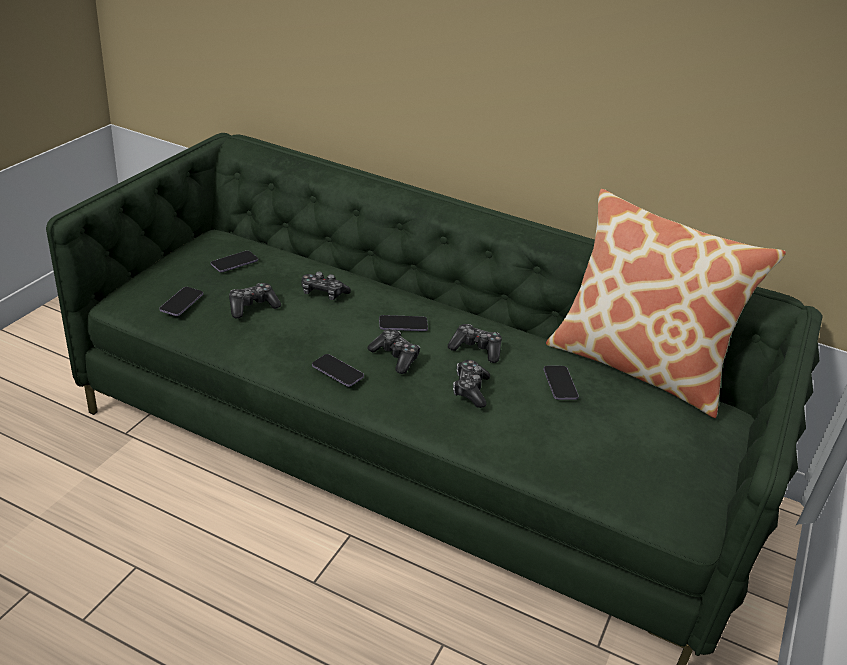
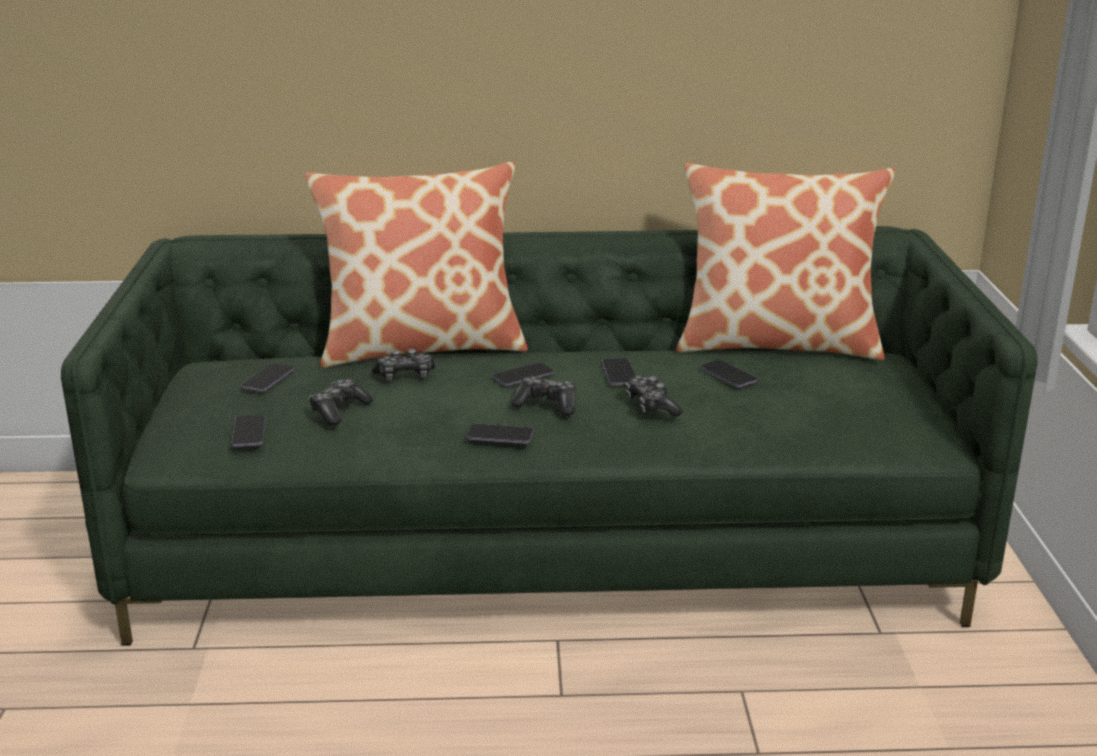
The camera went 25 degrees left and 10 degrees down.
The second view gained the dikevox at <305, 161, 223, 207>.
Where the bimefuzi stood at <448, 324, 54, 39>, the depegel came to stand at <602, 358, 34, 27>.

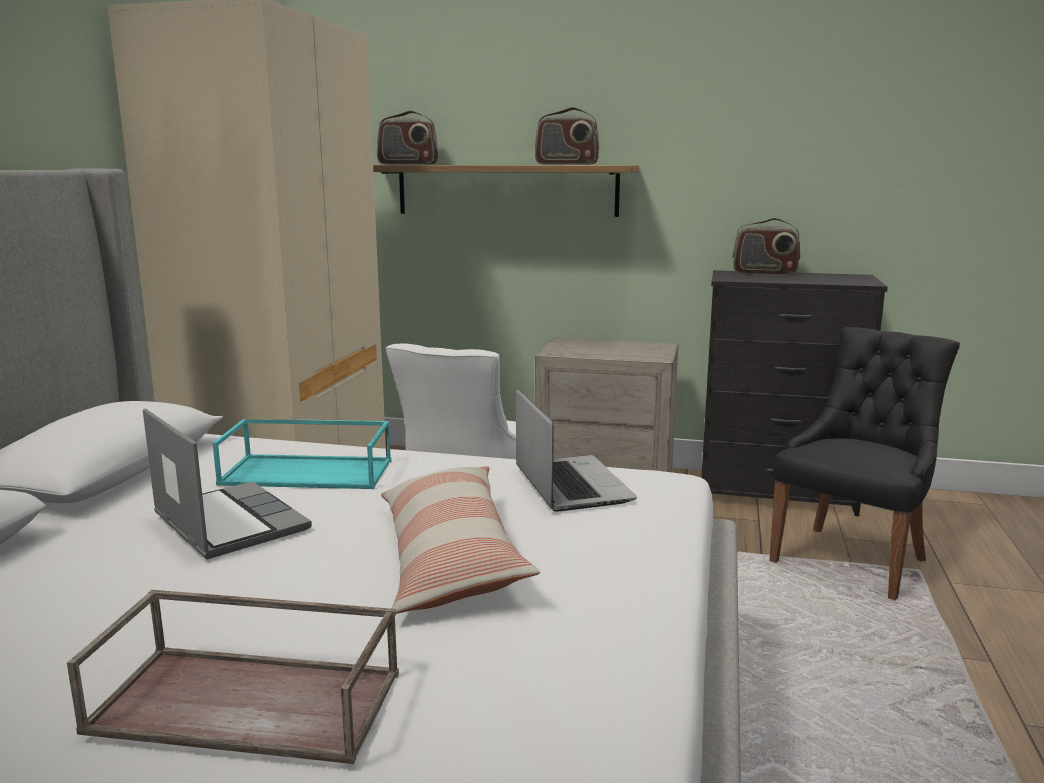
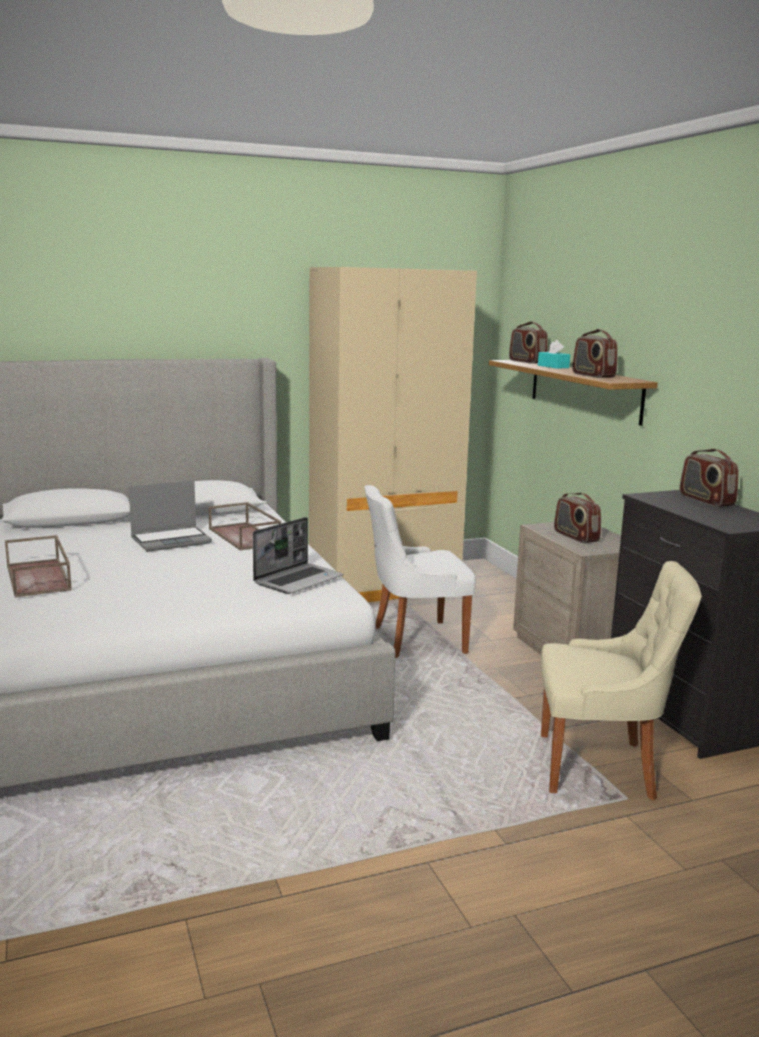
The camera went 55 degrees right and 0 degrees up.
The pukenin at <143, 408, 169, 151> ended up facing another way, 45 degrees clockwise from before.
What was the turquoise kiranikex at <213, 418, 179, 71> turned into the brown kiranikex at <209, 502, 72, 49>.
The second view gained the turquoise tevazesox at <538, 340, 32, 29>.
What was the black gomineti at <770, 327, 190, 273> turned into the beige gomineti at <541, 561, 161, 239>.
The second view gained the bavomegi at <554, 492, 47, 51>.
The second view lost the dikevox at <381, 466, 159, 148>.

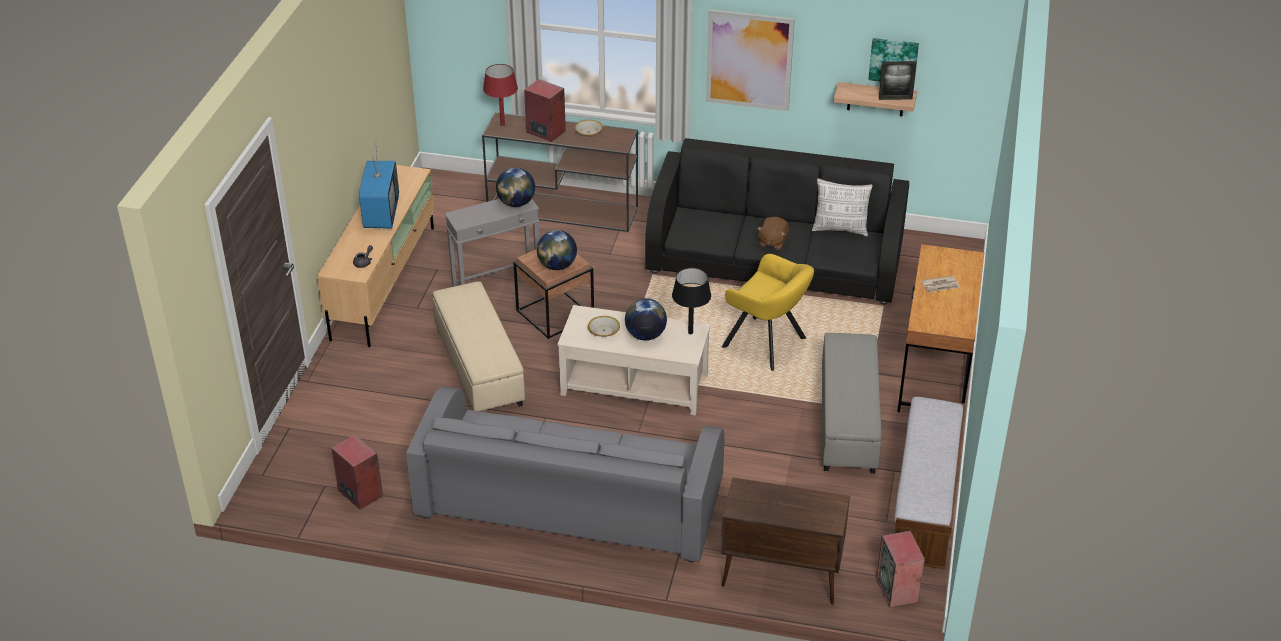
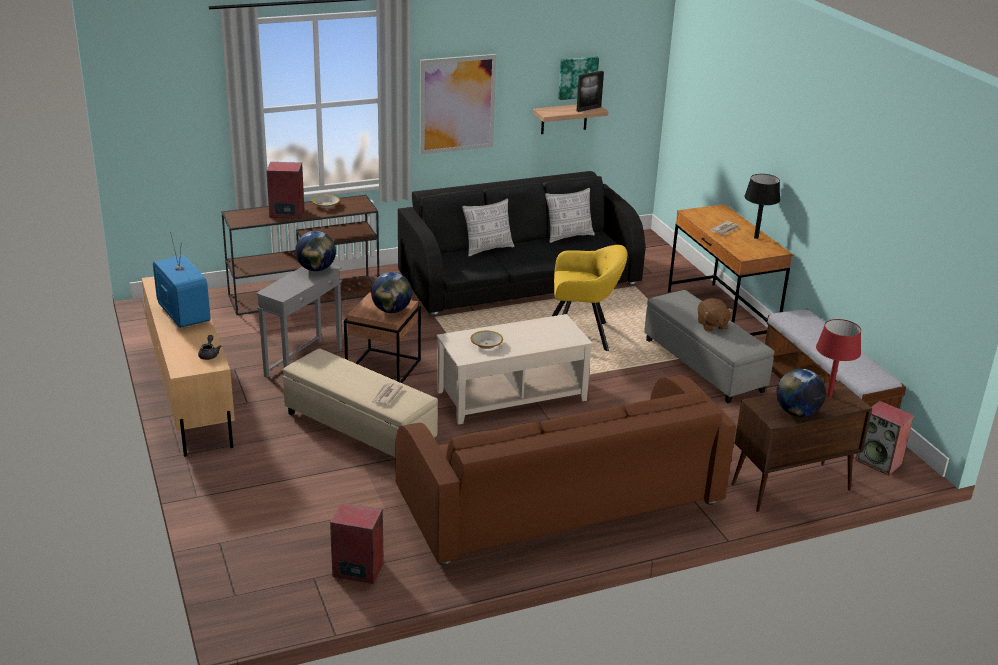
The camera went 35 degrees left and 10 degrees down.
The second view gained the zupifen at <371, 383, 32, 22>.
What was the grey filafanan at <406, 386, 318, 177> turned into the brown filafanan at <395, 375, 341, 191>.
The second view gained the dikevox at <462, 199, 52, 57>.
The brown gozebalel ended up elsewhere, having gone from <757, 217, 32, 33> to <697, 298, 36, 33>.
The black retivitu ended up elsewhere, having gone from <672, 268, 39, 66> to <744, 174, 36, 65>.
The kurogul ended up elsewhere, having gone from <625, 298, 42, 43> to <776, 369, 50, 48>.
The red retivitu ended up elsewhere, having gone from <483, 64, 35, 62> to <816, 319, 45, 78>.

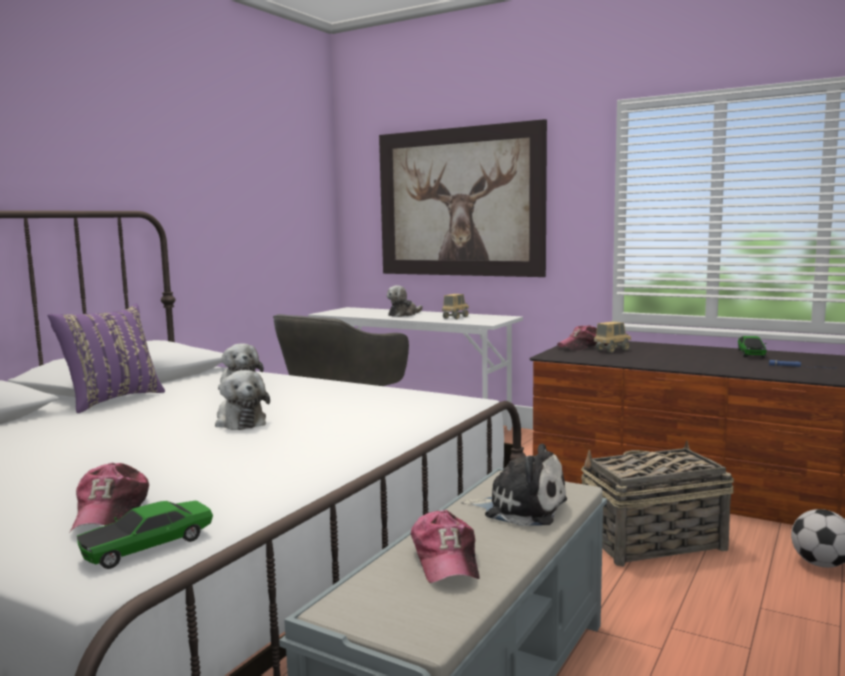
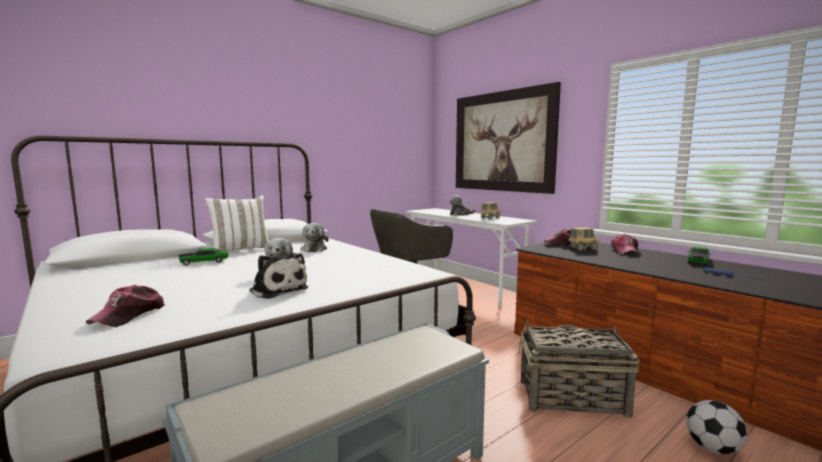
The camera went 20 degrees right and 0 degrees up.
The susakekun ended up elsewhere, having gone from <77, 501, 136, 68> to <179, 248, 50, 18>.
What was the purple dikevox at <48, 303, 117, 110> turned into the white dikevox at <205, 195, 64, 56>.
The gozebalel ended up elsewhere, having gone from <461, 444, 106, 82> to <249, 253, 59, 46>.
The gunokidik ended up elsewhere, having gone from <411, 510, 69, 73> to <611, 234, 29, 20>.

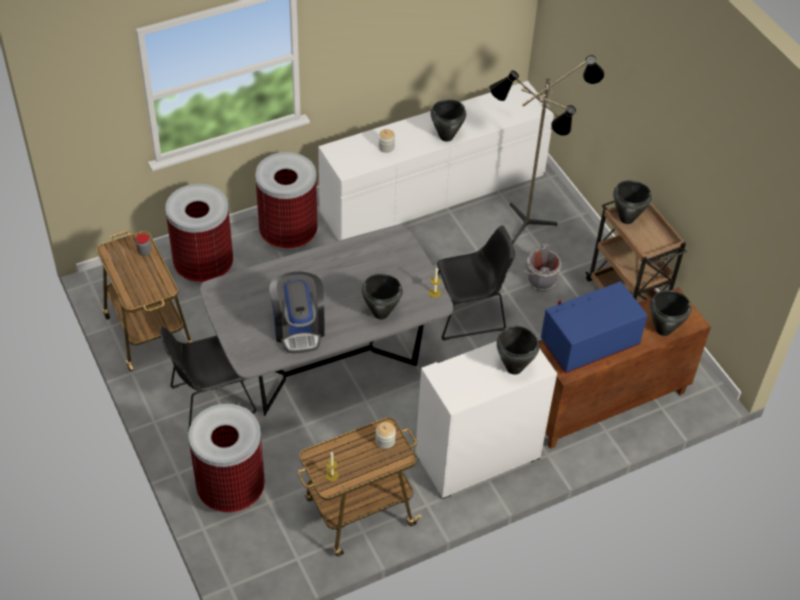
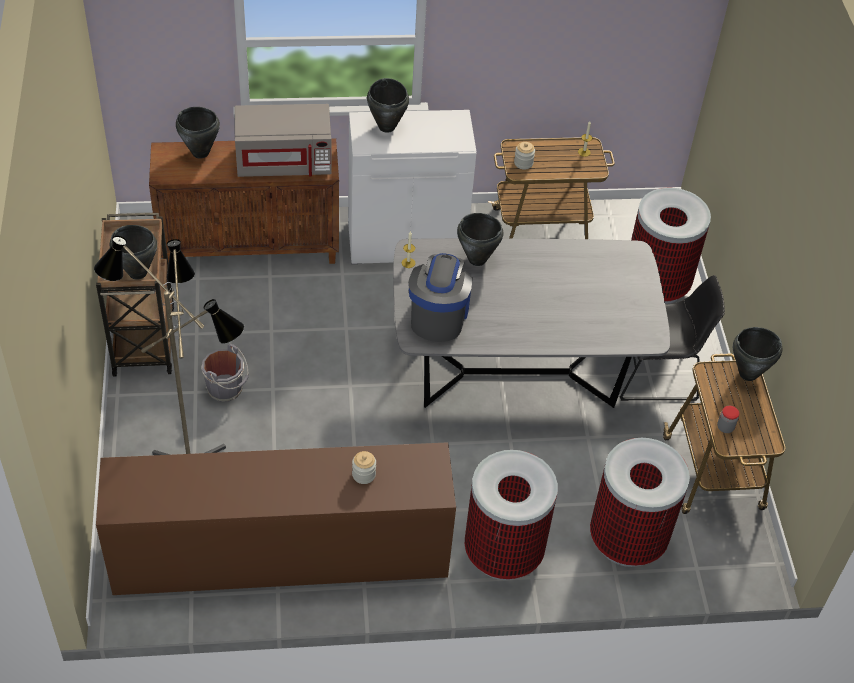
The camera went 160 degrees left and 0 degrees up.
What was the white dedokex at <318, 81, 236, 160> turned into the brown dedokex at <96, 442, 360, 153>.
What was the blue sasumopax at <541, 281, 107, 93> turned into the grey sasumopax at <235, 104, 97, 73>.
The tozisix ended up elsewhere, having gone from <269, 272, 56, 81> to <408, 253, 65, 89>.
The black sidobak ended up elsewhere, having gone from <431, 100, 35, 42> to <733, 327, 49, 54>.
The second view lost the black gomineti at <437, 225, 78, 115>.

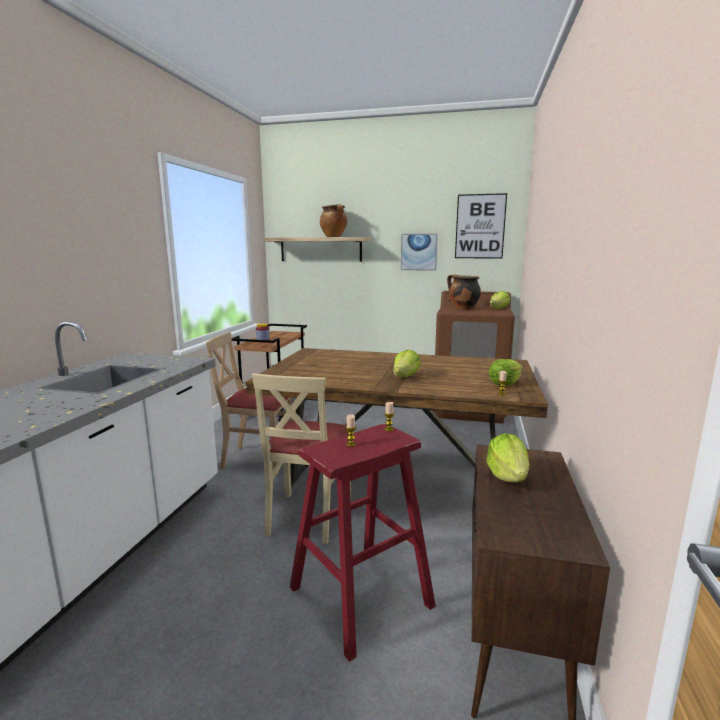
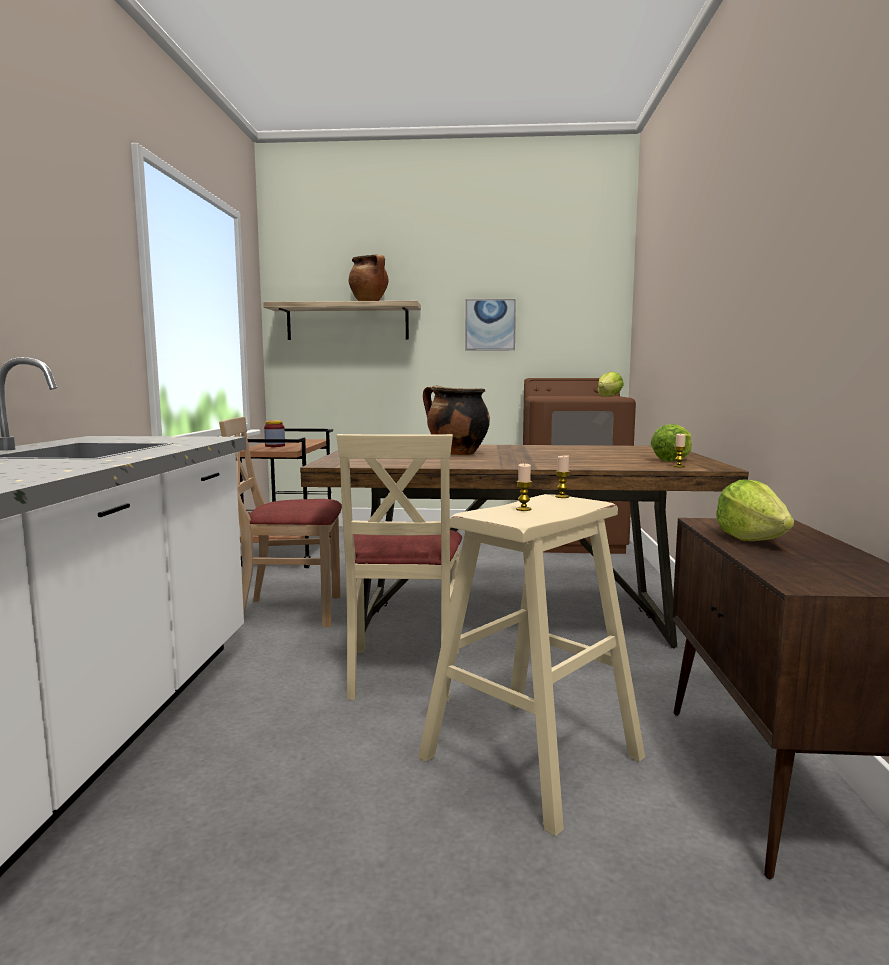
The camera went 10 degrees left and 5 degrees down.
What was the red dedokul at <290, 424, 146, 238> turned into the beige dedokul at <418, 494, 227, 342>.
The sidobak ended up elsewhere, having gone from <447, 274, 34, 36> to <423, 385, 67, 70>.
The second view lost the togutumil at <393, 350, 28, 27>.
The second view lost the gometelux at <455, 193, 52, 66>.

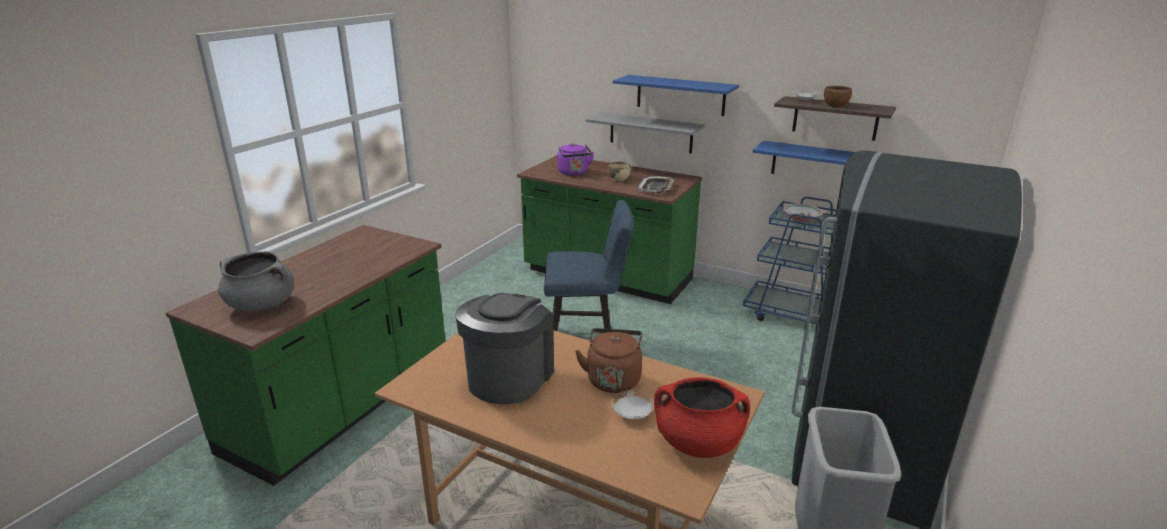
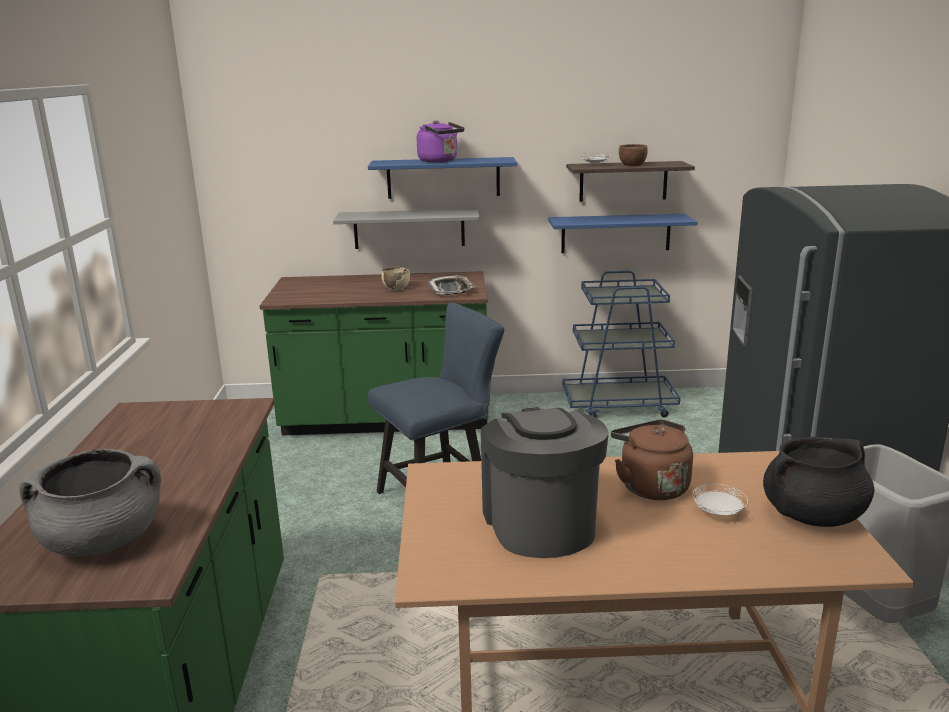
The camera went 30 degrees left and 5 degrees down.
The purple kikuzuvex ended up elsewhere, having gone from <557, 143, 37, 33> to <417, 120, 48, 42>.
What was the red sidobak at <654, 377, 96, 81> turned into the black sidobak at <763, 437, 111, 90>.
The second view lost the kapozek at <783, 204, 40, 19>.

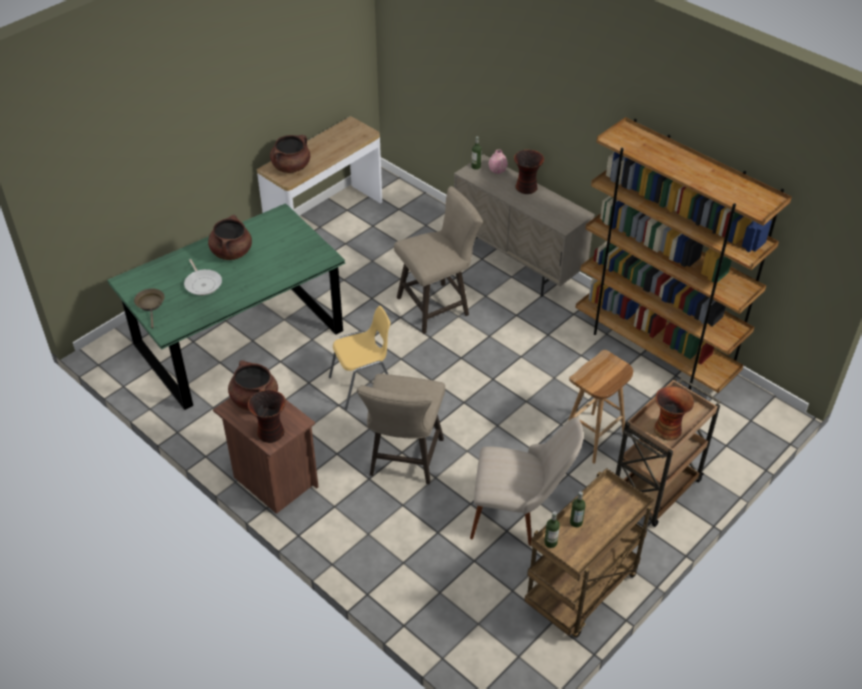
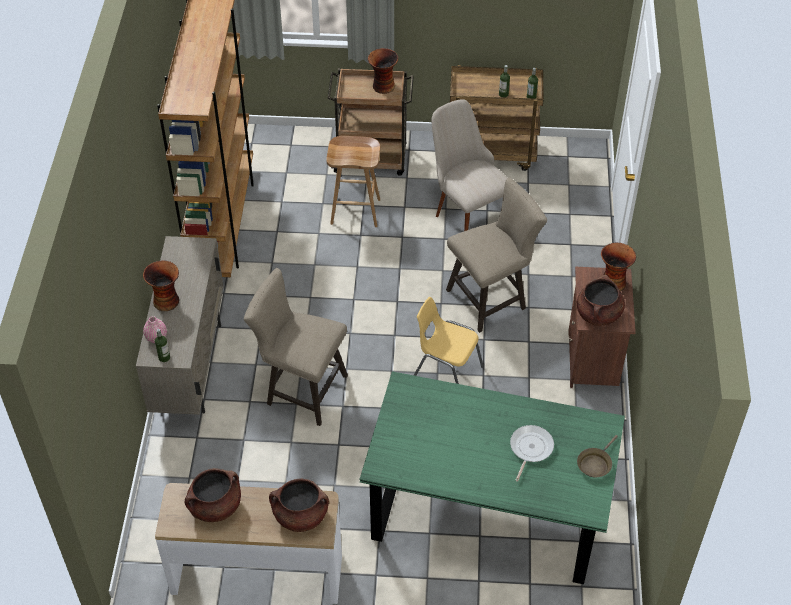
The camera went 130 degrees left and 5 degrees up.
The brown sidobak ended up elsewhere, having gone from <208, 215, 44, 45> to <185, 468, 56, 54>.

